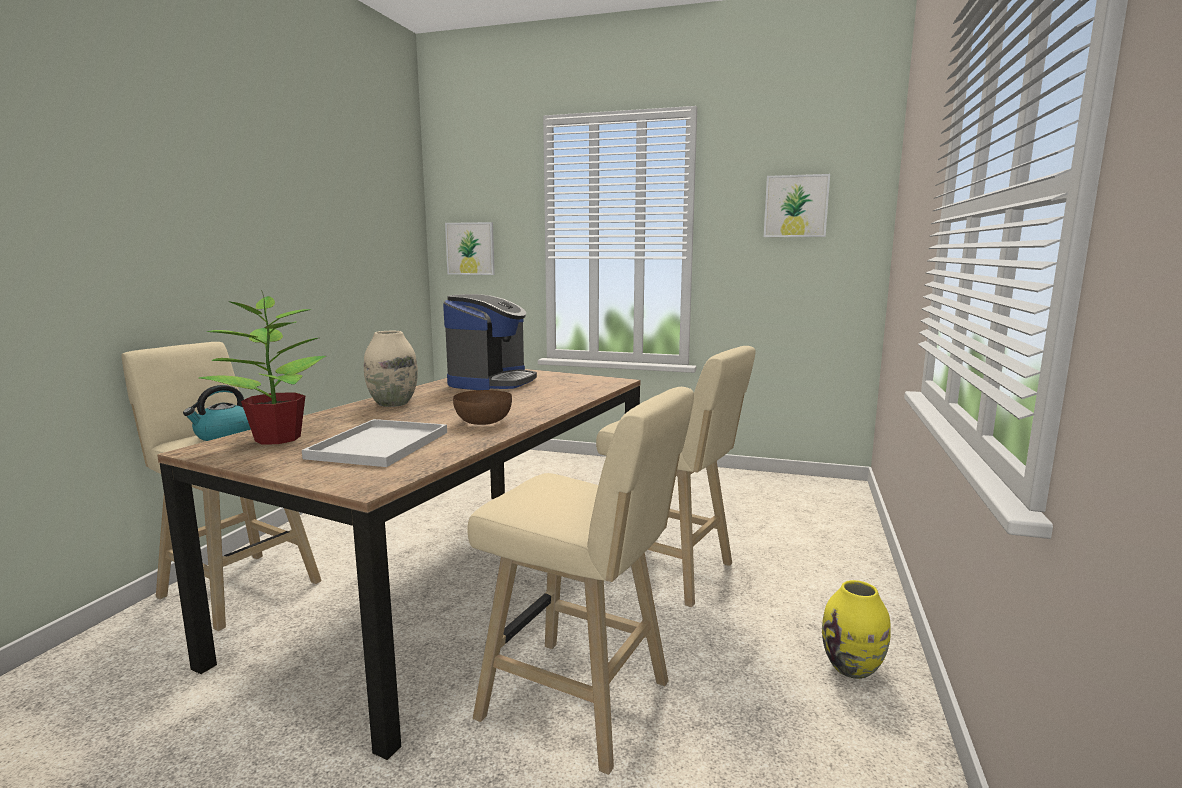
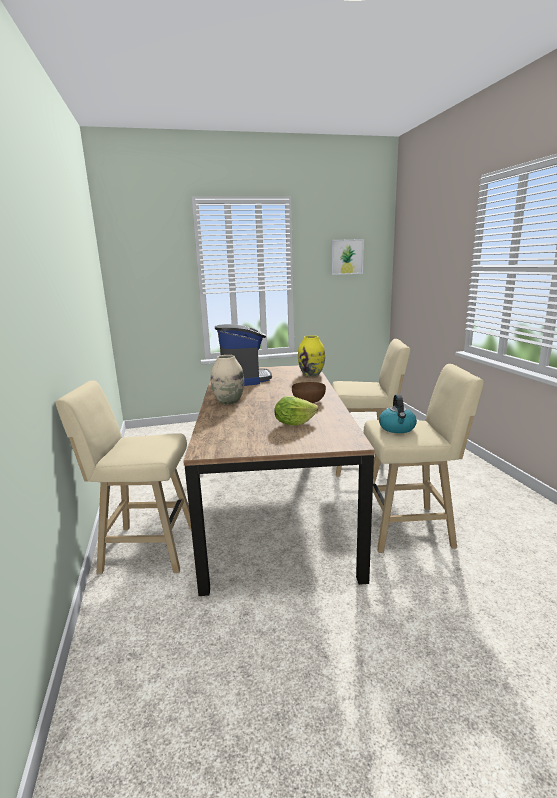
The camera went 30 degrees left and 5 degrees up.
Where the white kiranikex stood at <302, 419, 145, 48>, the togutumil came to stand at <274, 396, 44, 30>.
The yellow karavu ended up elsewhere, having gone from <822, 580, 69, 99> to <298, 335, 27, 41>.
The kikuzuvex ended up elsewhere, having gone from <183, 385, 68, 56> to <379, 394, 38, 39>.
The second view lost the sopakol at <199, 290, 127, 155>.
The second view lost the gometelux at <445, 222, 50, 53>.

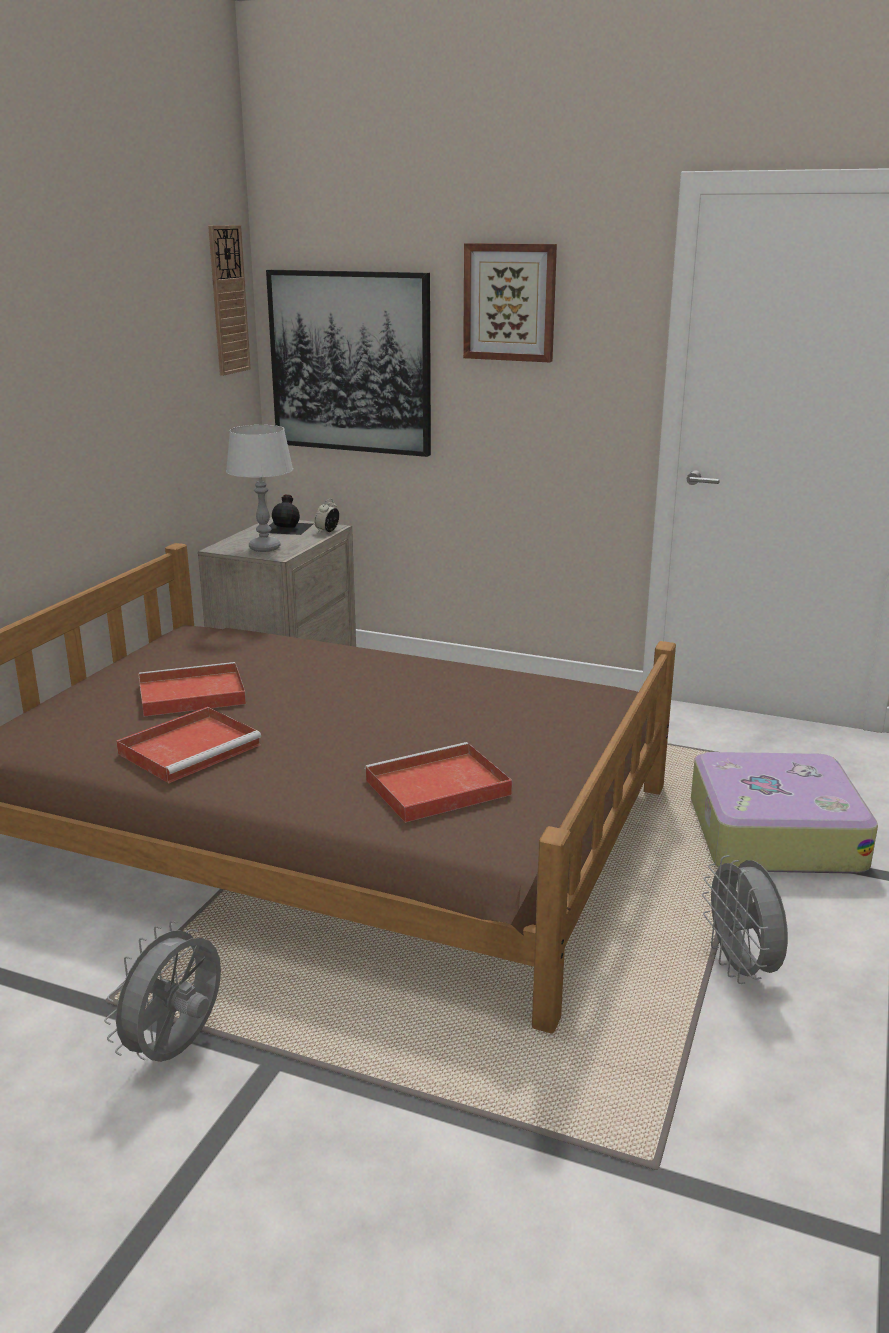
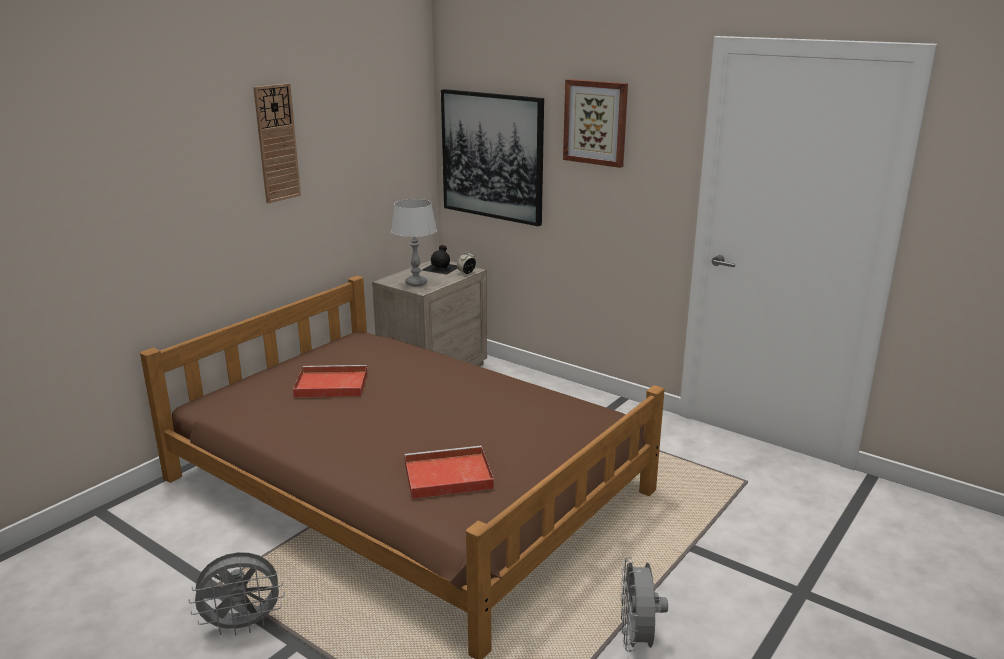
The camera went 15 degrees right and 0 degrees up.
The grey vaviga at <104, 921, 117, 141> ended up facing another way, 150 degrees counterclockwise from before.
The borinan ended up elsewhere, having gone from <208, 225, 43, 151> to <253, 83, 48, 120>.
The second view lost the red kiranikex at <116, 707, 145, 76>.
The second view lost the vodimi at <691, 752, 187, 122>.

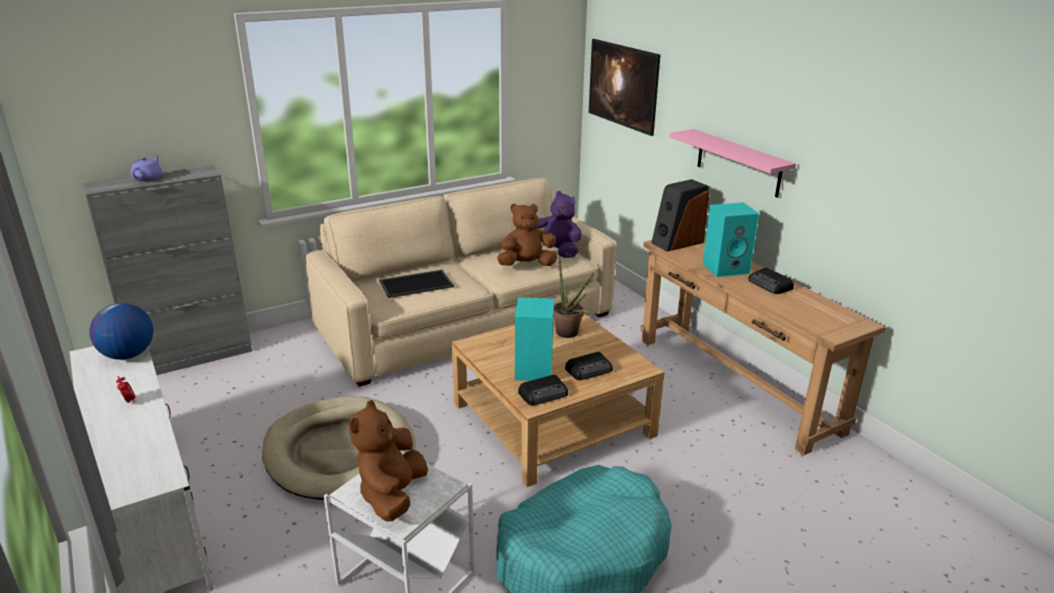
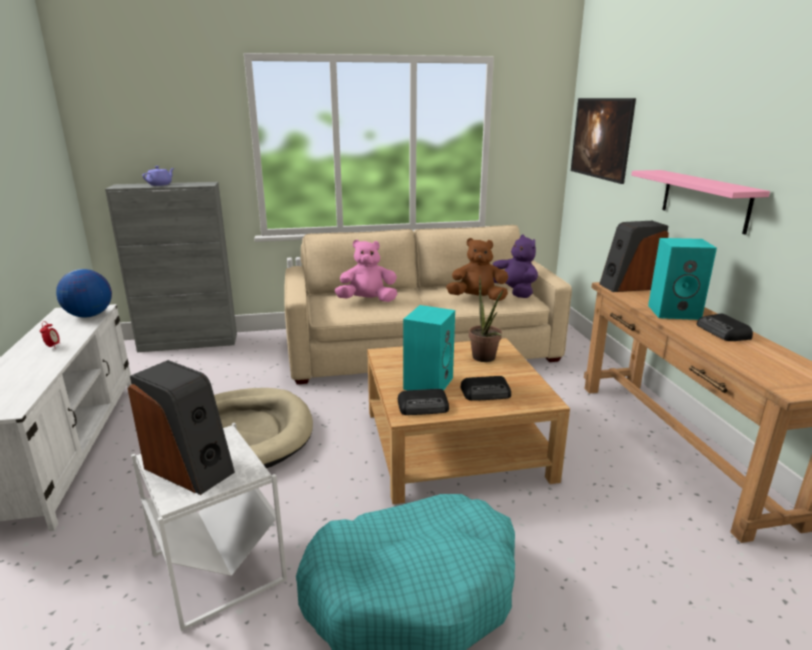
The camera went 20 degrees right and 5 degrees down.
Where the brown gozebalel stood at <349, 400, 79, 122>, the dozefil came to stand at <128, 360, 107, 135>.
Where the kiranikex stood at <379, 270, 75, 28>, the pink gozebalel came to stand at <335, 240, 62, 62>.

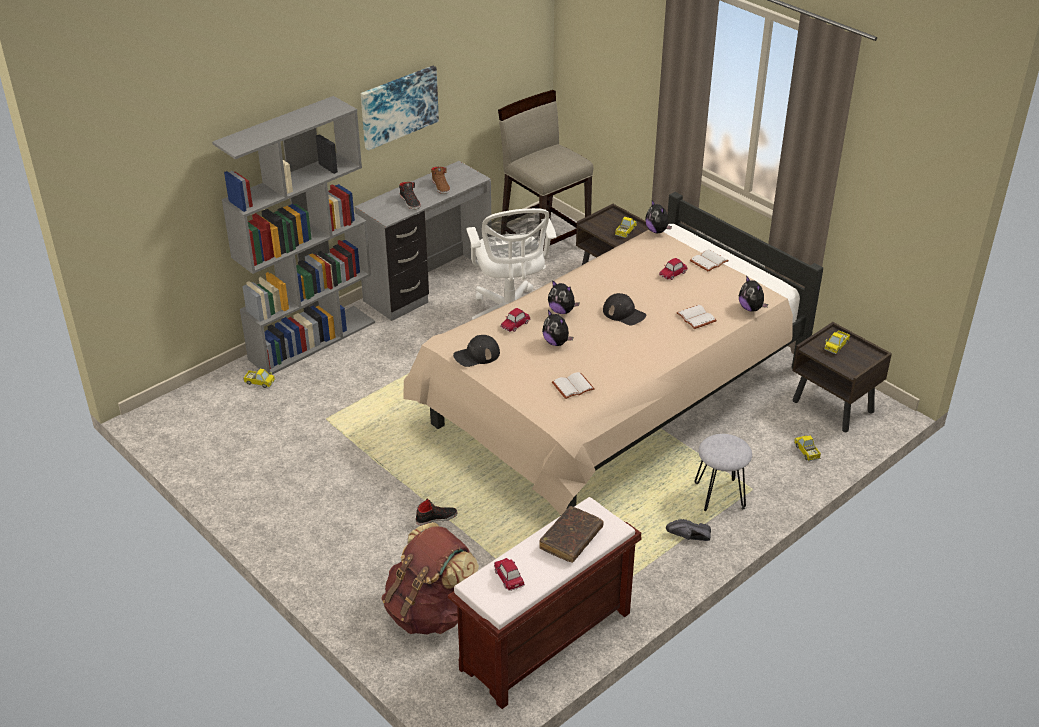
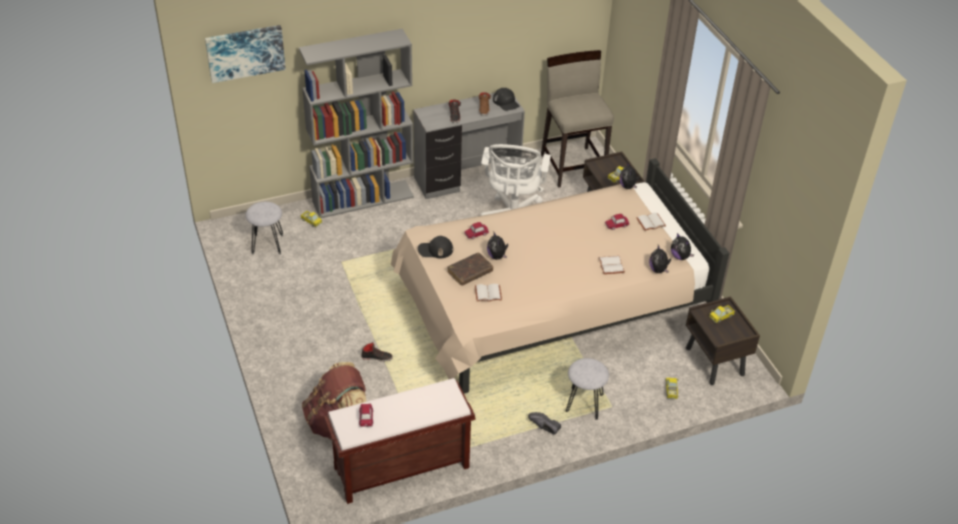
The camera went 20 degrees right and 5 degrees up.
The gometelux ended up elsewhere, having gone from <361, 66, 78, 84> to <205, 25, 81, 58>.
The second view gained the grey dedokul at <246, 202, 37, 52>.
The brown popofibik ended up elsewhere, having gone from <539, 506, 65, 57> to <448, 253, 45, 33>.
The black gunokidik ended up elsewhere, having gone from <603, 293, 43, 32> to <493, 88, 26, 23>.
The gozebalel ended up elsewhere, having gone from <548, 280, 32, 34> to <671, 233, 23, 27>.

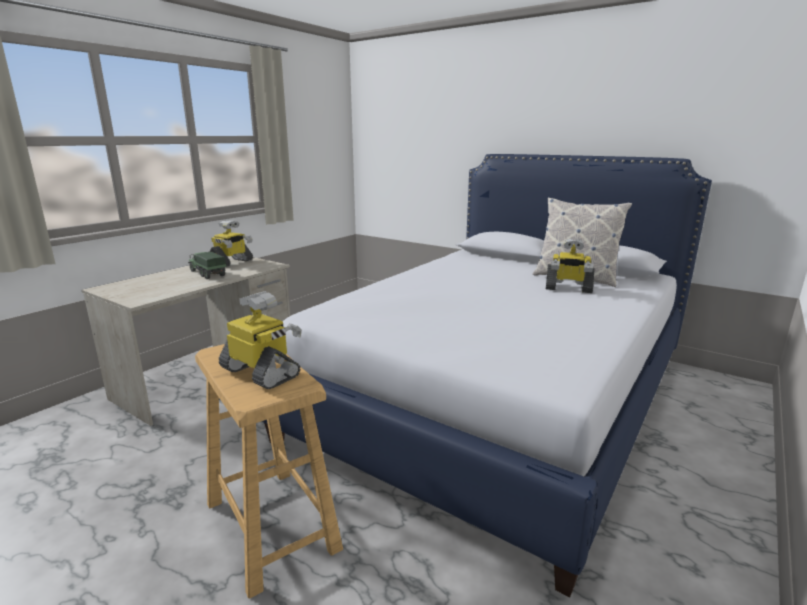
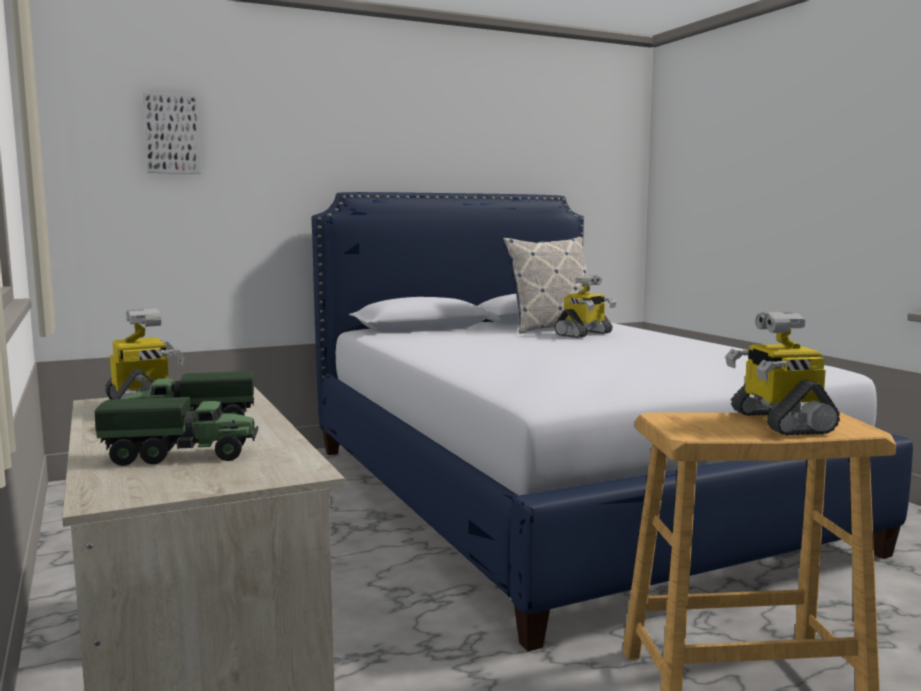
The camera went 60 degrees left and 10 degrees down.
The second view gained the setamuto at <95, 397, 163, 69>.
The second view gained the gometelux at <142, 92, 59, 82>.
The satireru at <219, 291, 83, 98> ended up facing another way, 75 degrees counterclockwise from before.

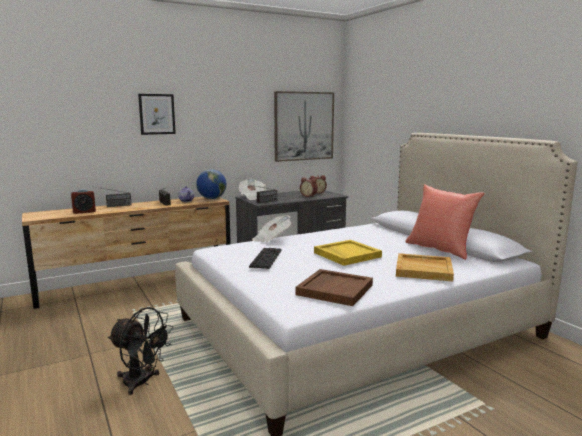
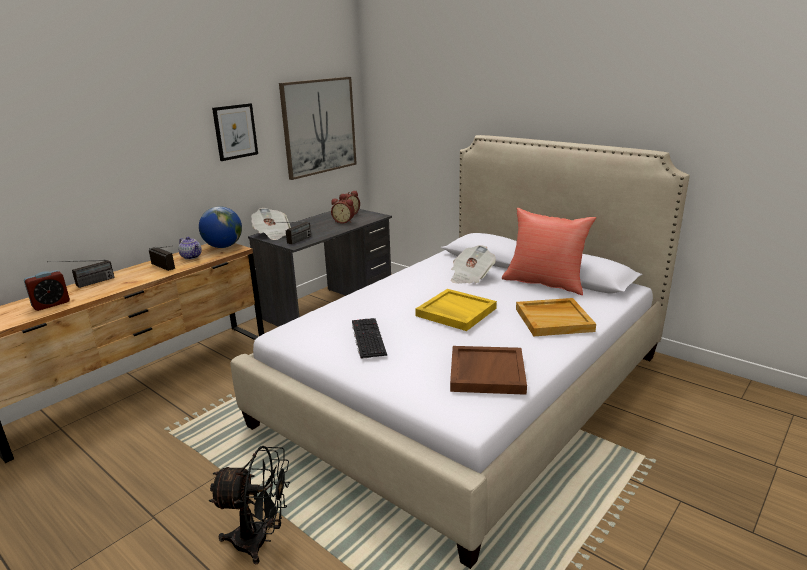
The camera went 20 degrees left and 10 degrees up.
The gometelux ended up elsewhere, having gone from <138, 94, 38, 41> to <212, 103, 46, 58>.
The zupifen ended up elsewhere, having gone from <252, 215, 39, 27> to <451, 245, 45, 39>.

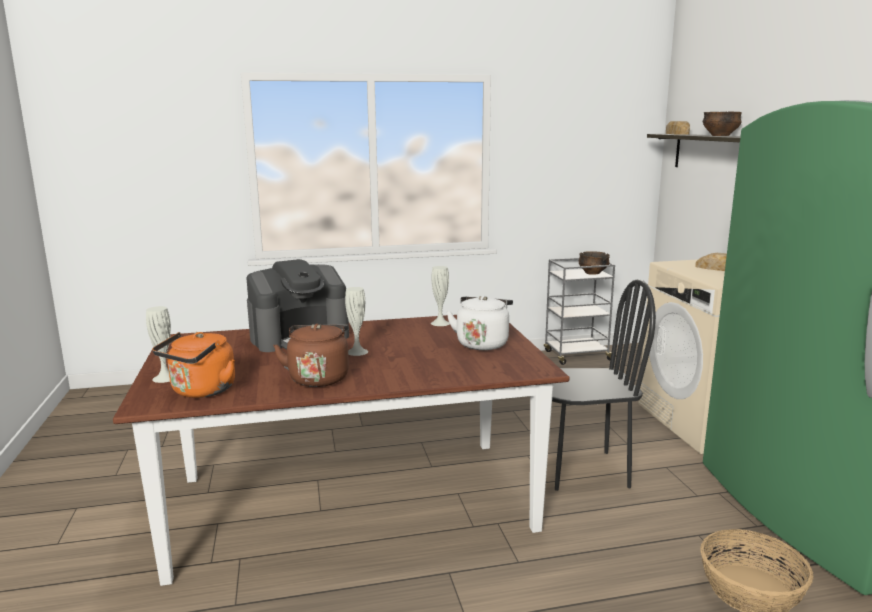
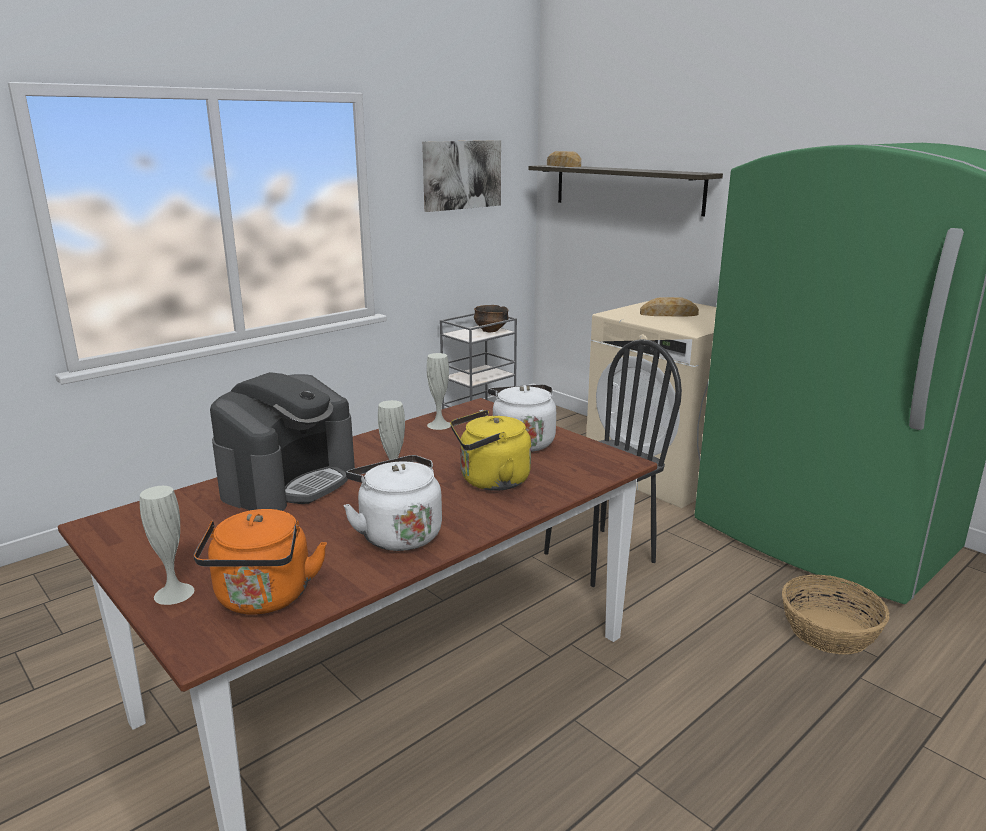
The camera went 30 degrees left and 5 degrees up.
What was the brown kikuzuvex at <273, 323, 76, 64> turned into the white kikuzuvex at <343, 455, 99, 96>.
The second view gained the gometelux at <422, 140, 79, 72>.
The second view gained the yellow kikuzuvex at <450, 410, 81, 81>.
The second view lost the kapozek at <703, 112, 39, 24>.

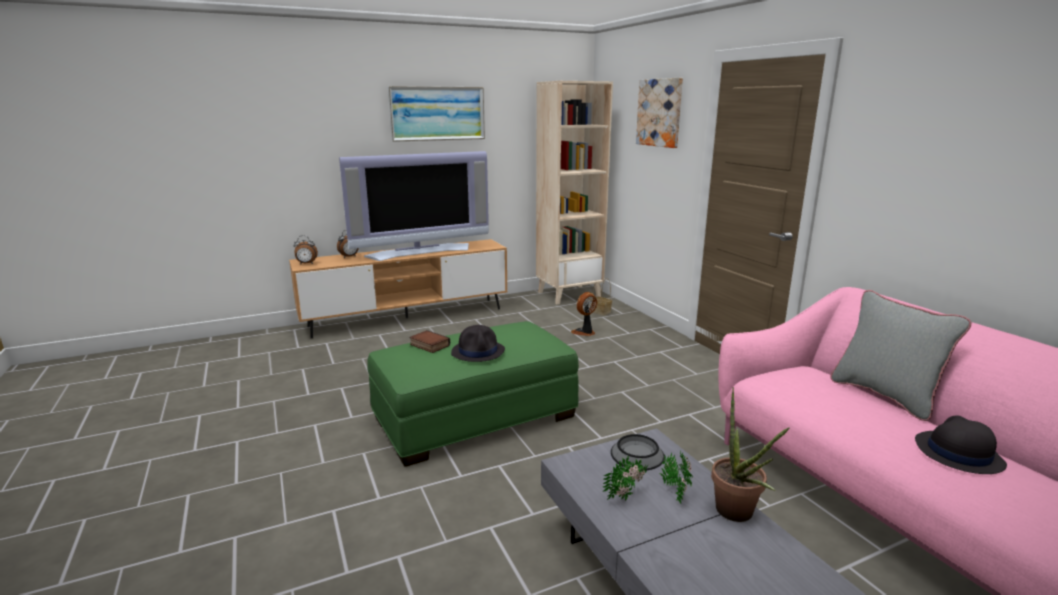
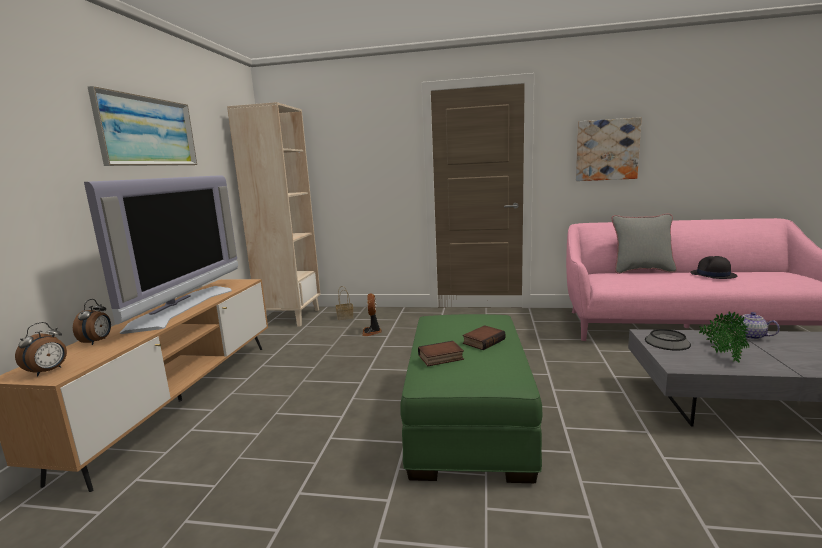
The camera went 55 degrees left and 5 degrees down.
Where the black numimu stood at <451, 325, 54, 37>, the popofibik came to stand at <463, 325, 43, 25>.
The gometelux ended up elsewhere, having gone from <636, 78, 47, 70> to <576, 117, 66, 64>.
Where the sopakol stood at <711, 387, 78, 135>, the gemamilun came to stand at <727, 312, 53, 28>.

